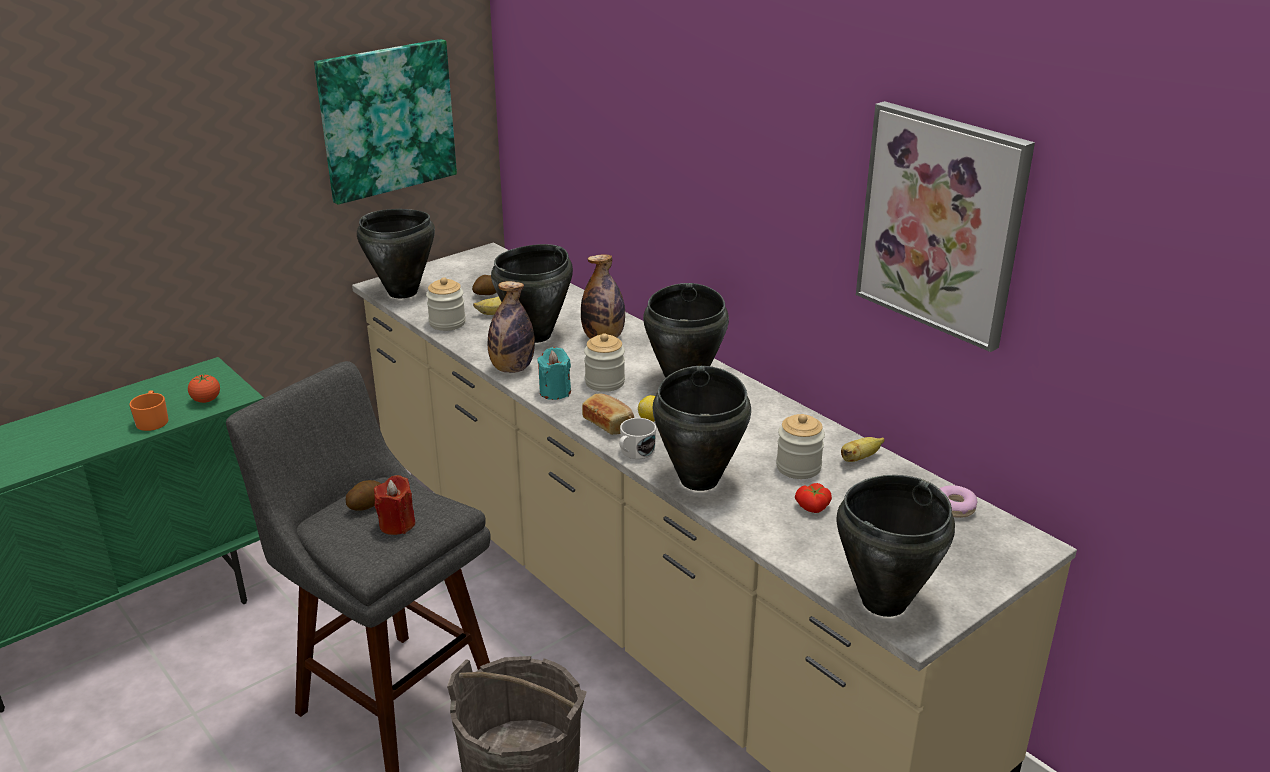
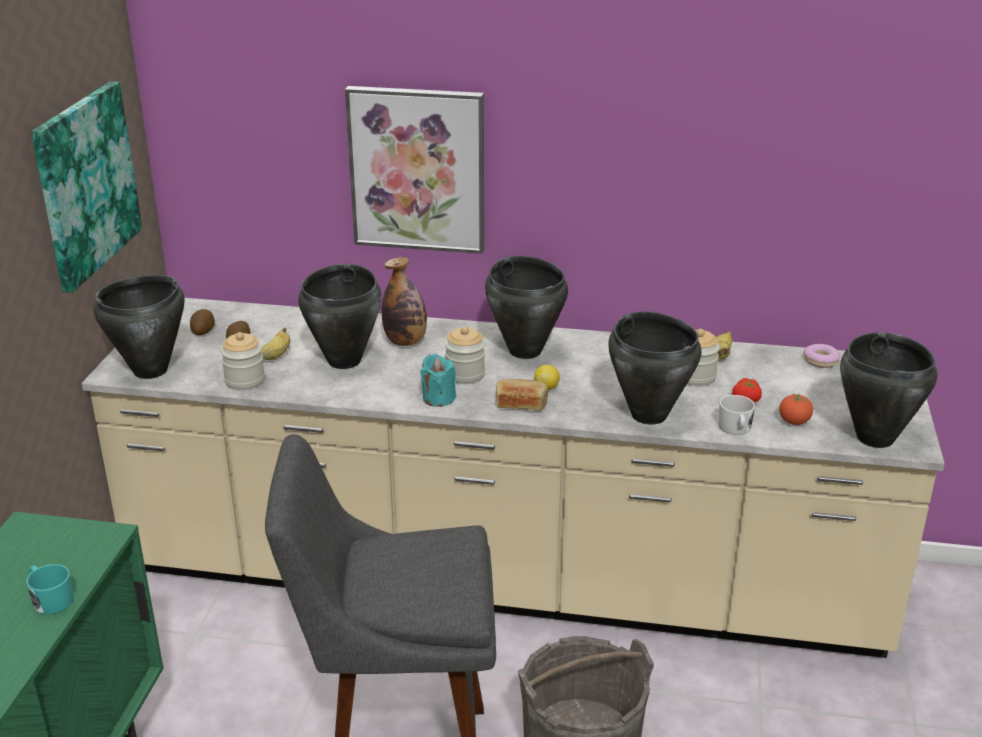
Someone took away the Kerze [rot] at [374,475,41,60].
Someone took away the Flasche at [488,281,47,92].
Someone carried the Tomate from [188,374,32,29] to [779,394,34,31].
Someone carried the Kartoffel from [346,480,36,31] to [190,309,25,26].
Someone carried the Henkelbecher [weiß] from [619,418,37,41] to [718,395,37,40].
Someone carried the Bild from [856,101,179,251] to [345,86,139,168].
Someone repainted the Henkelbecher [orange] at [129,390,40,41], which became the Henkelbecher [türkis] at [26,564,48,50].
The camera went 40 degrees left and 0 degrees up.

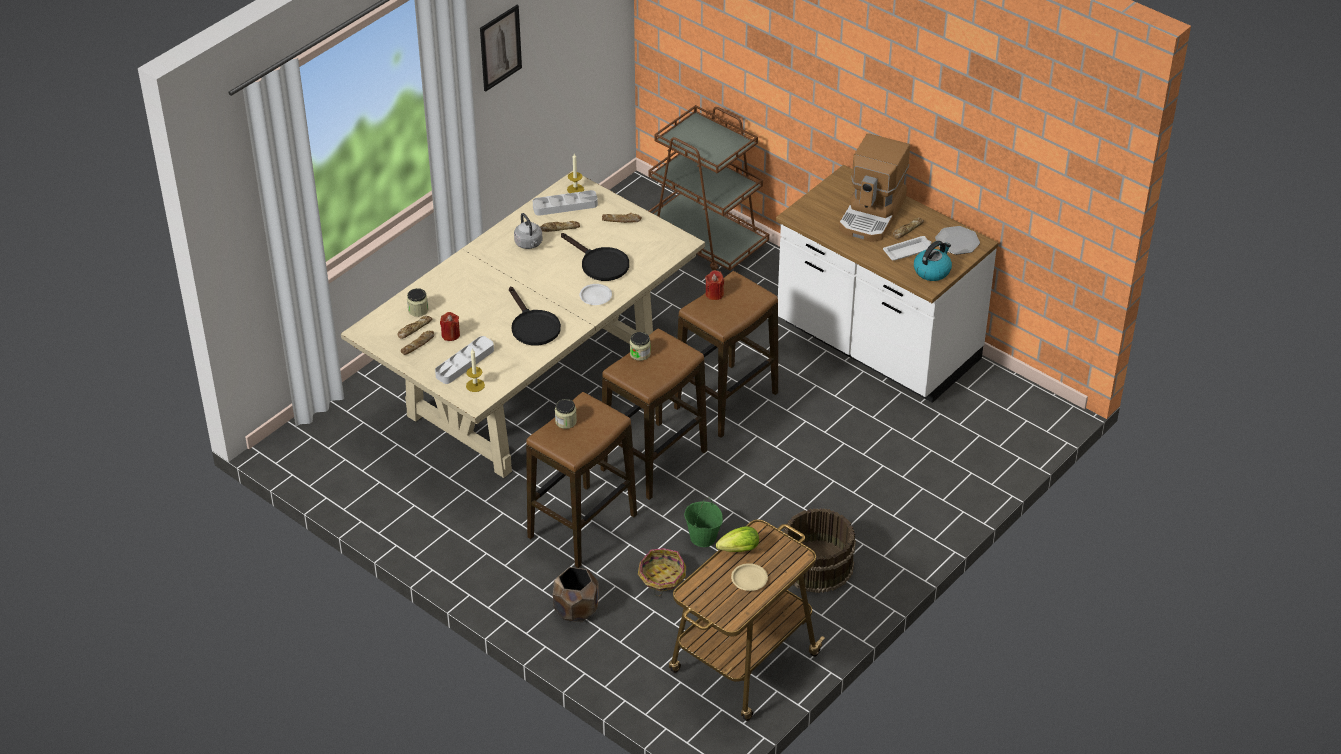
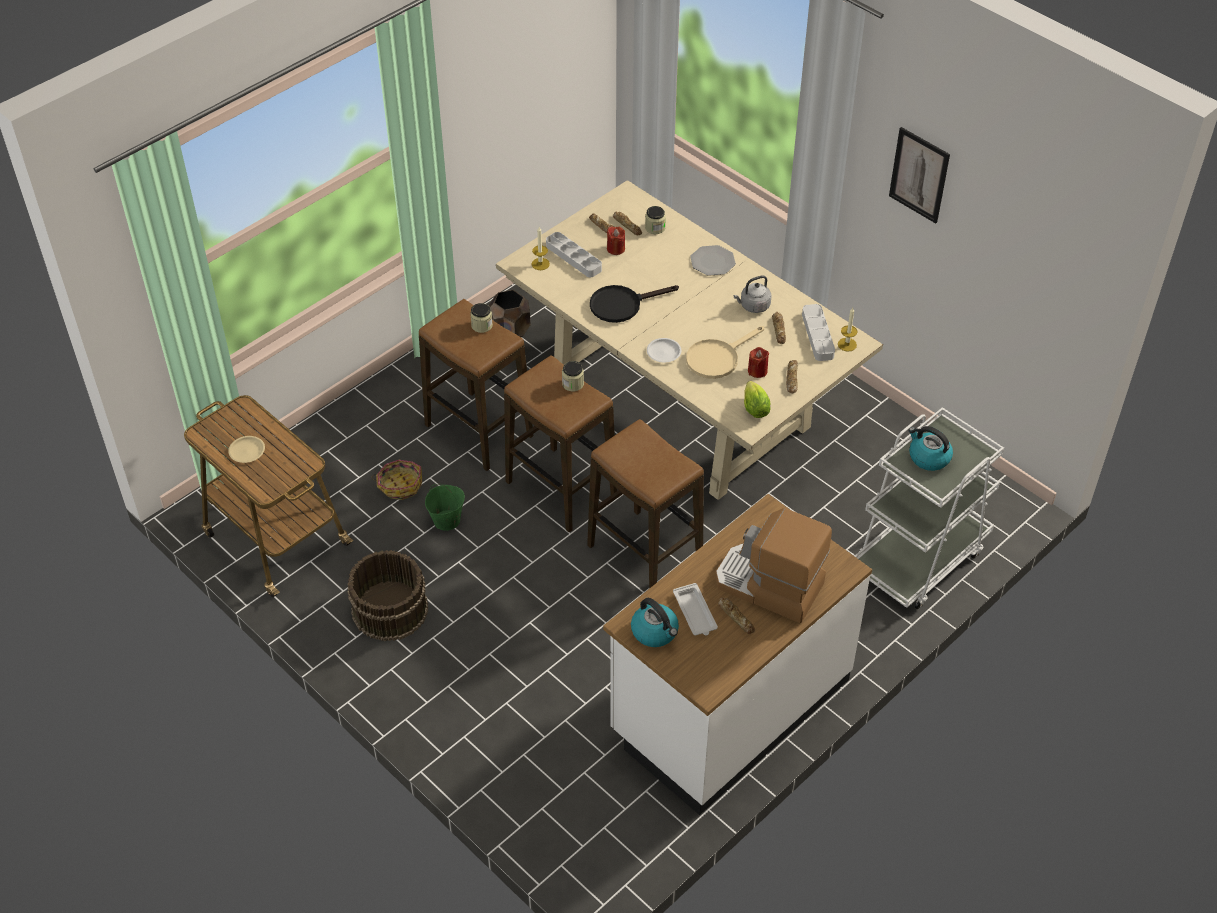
Someone put down the Wasserkessel at [909,426,44,45].
Someone carried the Pflanzkübel [braun] from [553,567,46,55] to [489,290,42,47].
Someone carried the Kerze [rot] from [705,270,19,30] to [748,347,21,31].
Someone carried the Salatkopf from [716,526,43,26] to [744,381,27,37].
Someone carried the Teller from [935,226,45,29] to [690,245,46,31].
Someone repainted the Pfanne [schwarz] at [561,233,68,48], which became the Pfanne [beige] at [686,326,78,53].
Someone repainted the Rollwagen [braun] at [649,105,120,166], which became the Rollwagen [weiß] at [855,407,149,202].
The camera went 95 degrees right and 5 degrees up.

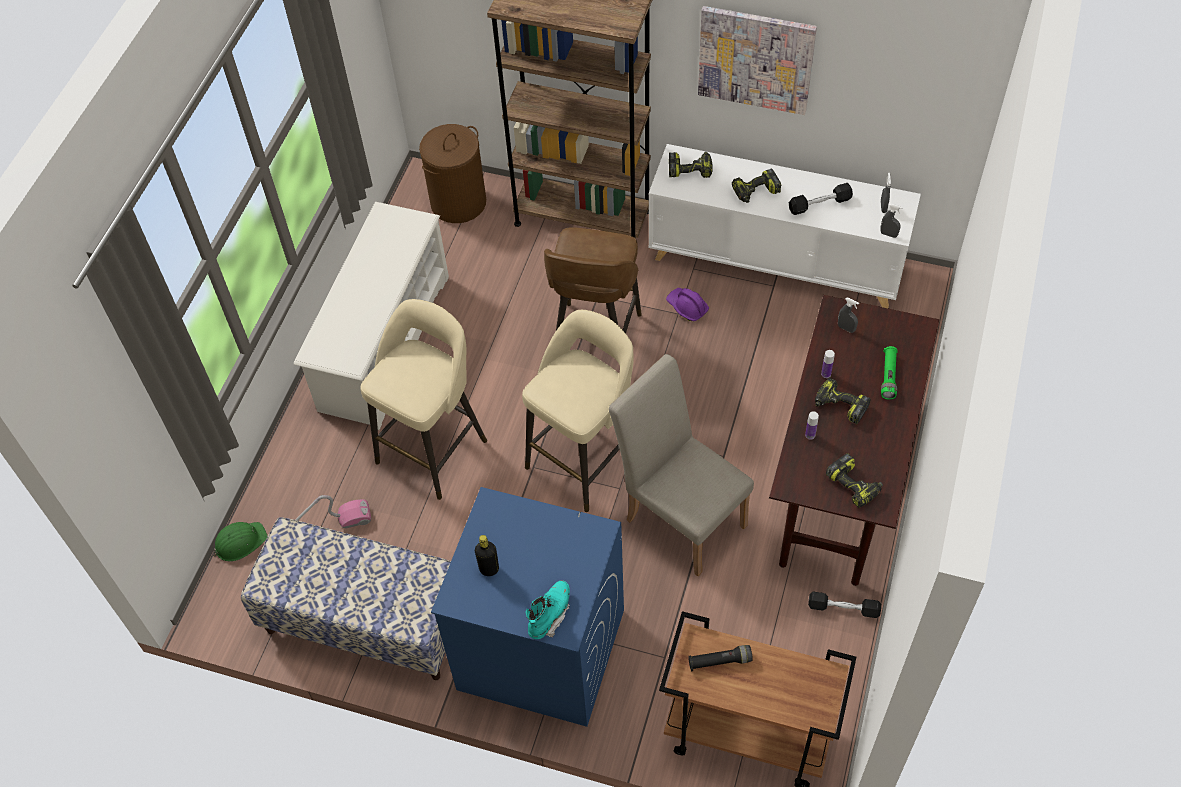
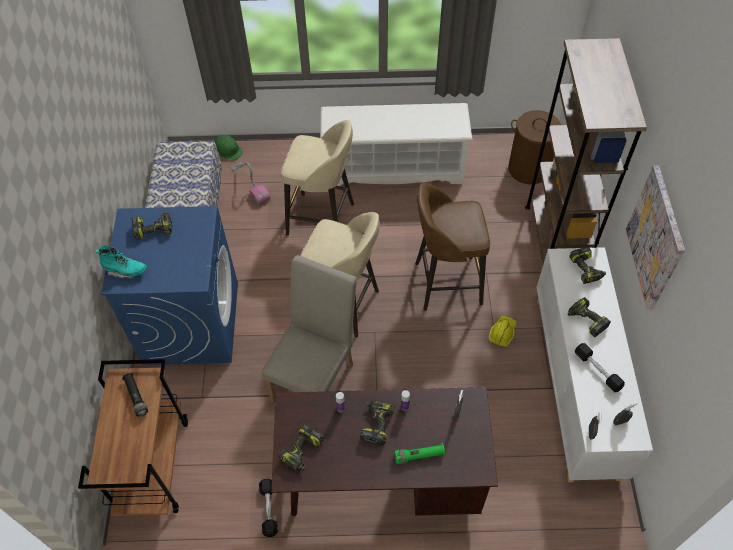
Someone swapped the Flasche [schwarz] at [475,535,24,41] for the Bohrmaschine at [132,211,40,28].
Someone repainted the Schutzhelm [lila] at [666,288,43,33], which became the Schutzhelm [gelb] at [489,316,27,31].
The camera went 70 degrees right and 0 degrees up.

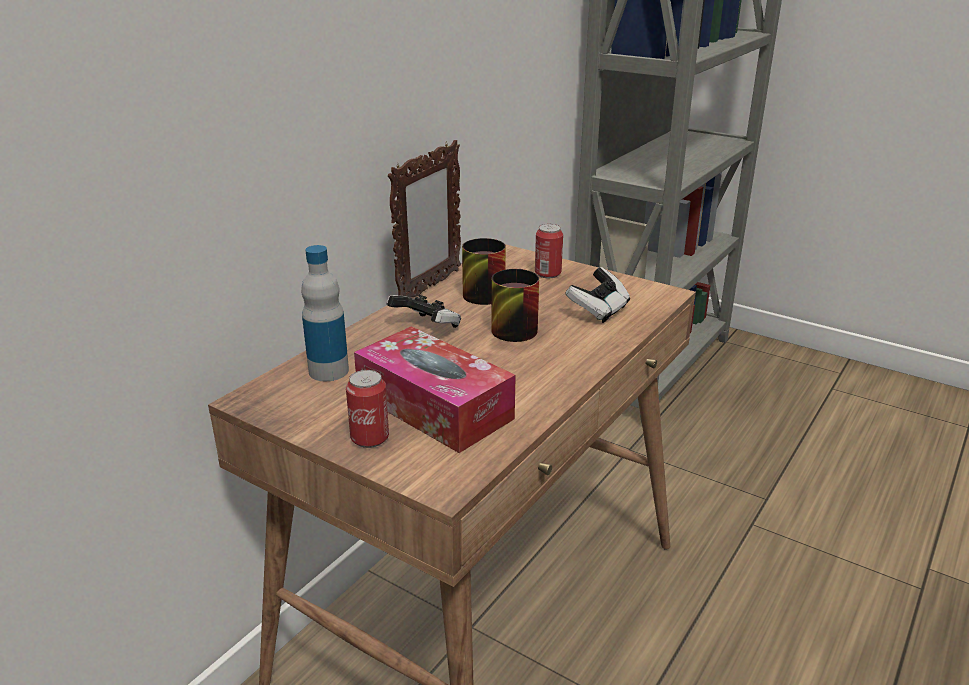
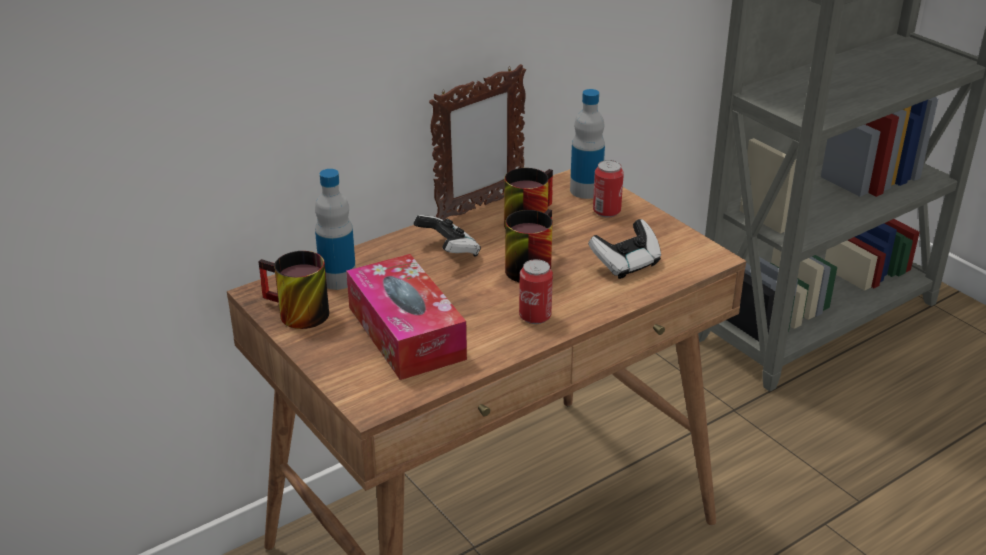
Someone put down the Henkelbecher at [258,251,71,78].
Someone put down the Flasche at [570,89,35,110].
Someone carried the Dose from [346,370,43,78] to [519,259,34,65].
The camera went 20 degrees right and 5 degrees up.

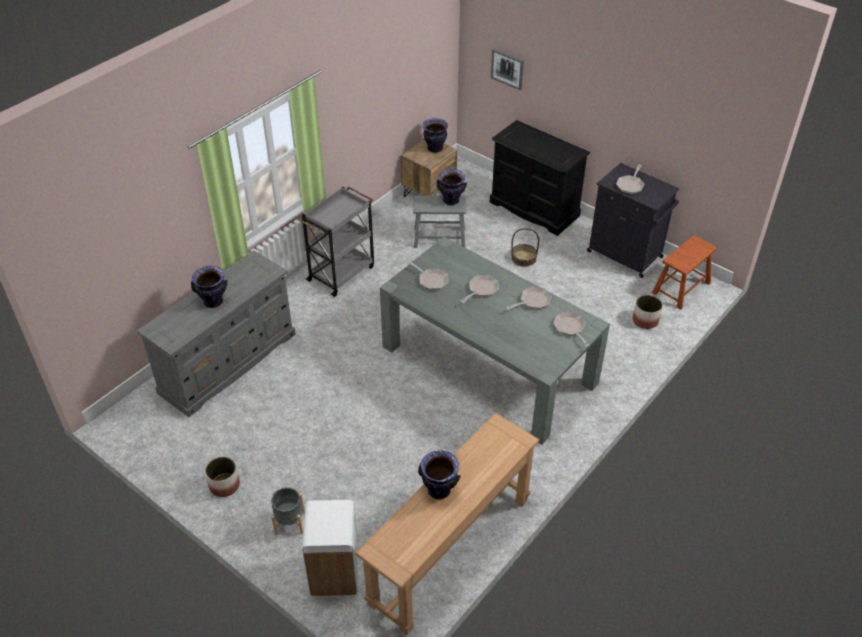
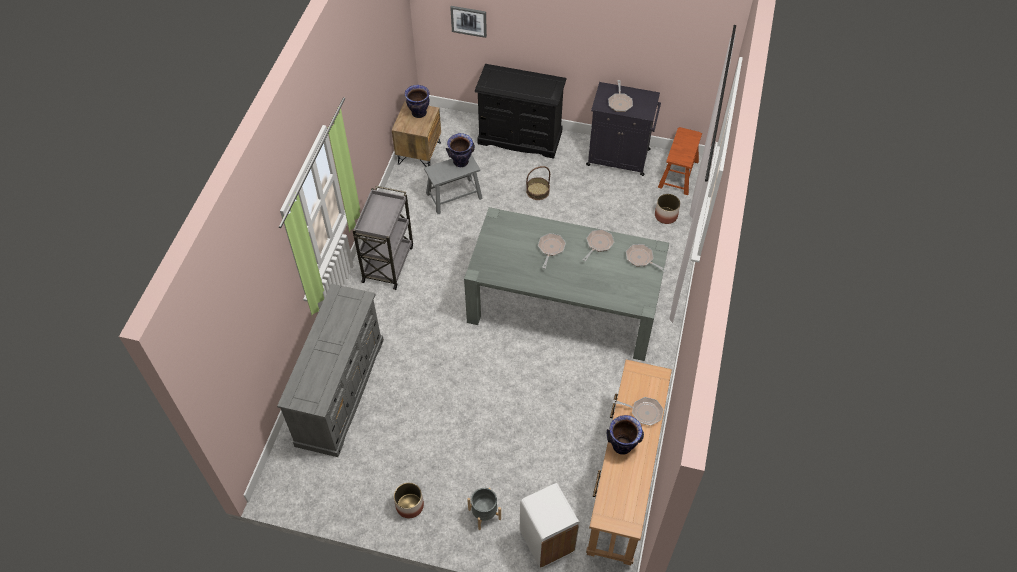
Someone took away the Vase at [191,266,37,42].
Someone carried the Pfanne from [407,261,42,29] to [612,397,52,29].
The camera went 25 degrees left and 10 degrees up.

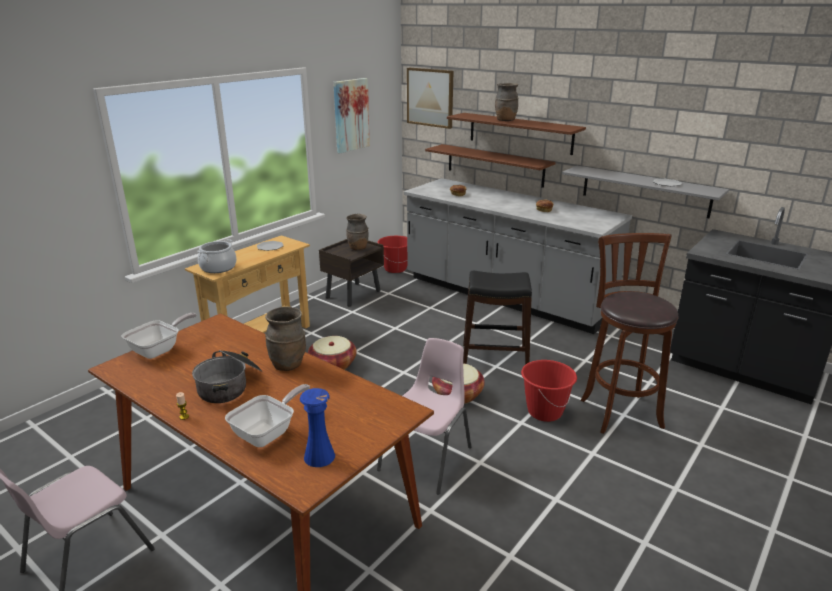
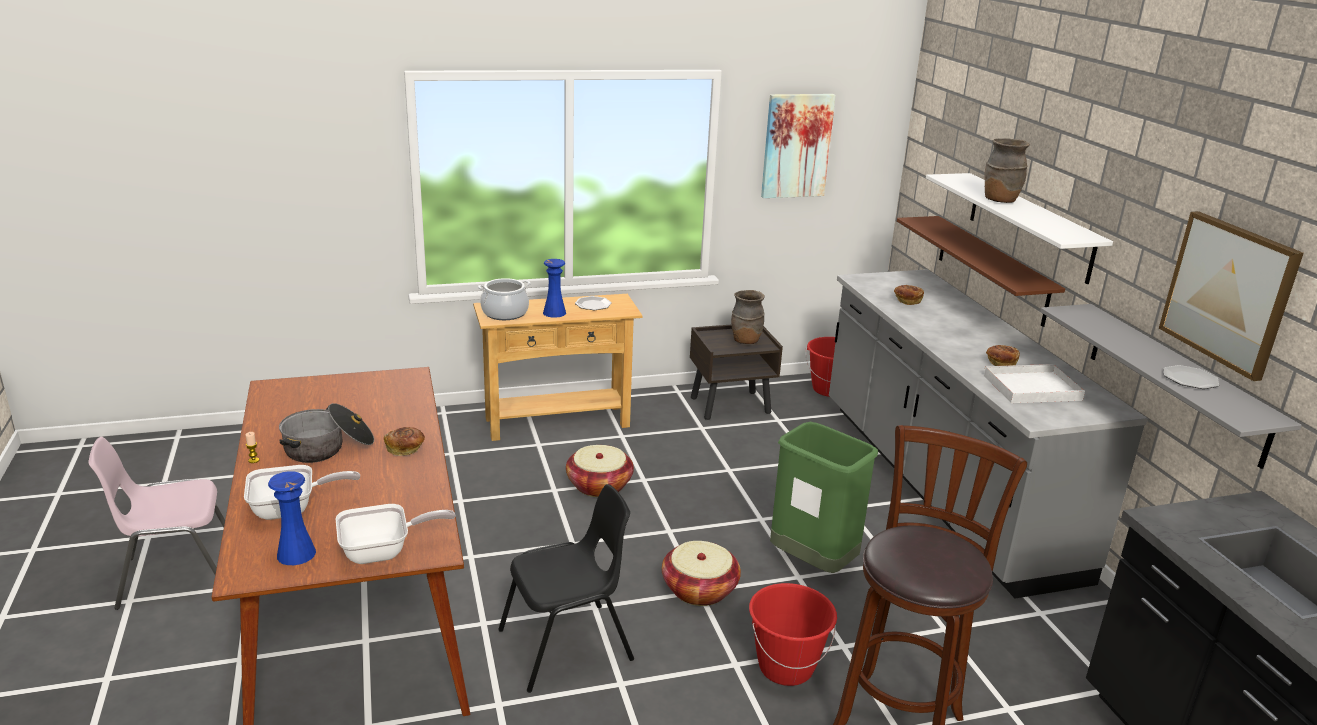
Someone put down the Vase [blau] at [543,259,23,59].
Someone put down the Tablett [weiß] at [984,364,101,39].
Someone carried the Pfanne from [122,313,75,46] to [336,504,120,60].
Someone carried the Bild from [407,68,46,61] to [1159,211,145,170].
Someone swapped the Vase [braun] at [265,306,41,65] for the Brot at [384,427,41,29].
Someone swapped the Hocker [schwarz] at [463,270,69,95] for the Mülleimer [grün] at [770,422,108,151].
Someone repainted the Stuhl [rosa] at [377,338,95,157], which became the Stuhl [schwarz] at [498,484,136,209].
Someone repainted the Wandregal [braun] at [447,113,139,42], which became the Wandregal [weiß] at [926,173,187,111].
The camera went 35 degrees right and 0 degrees up.

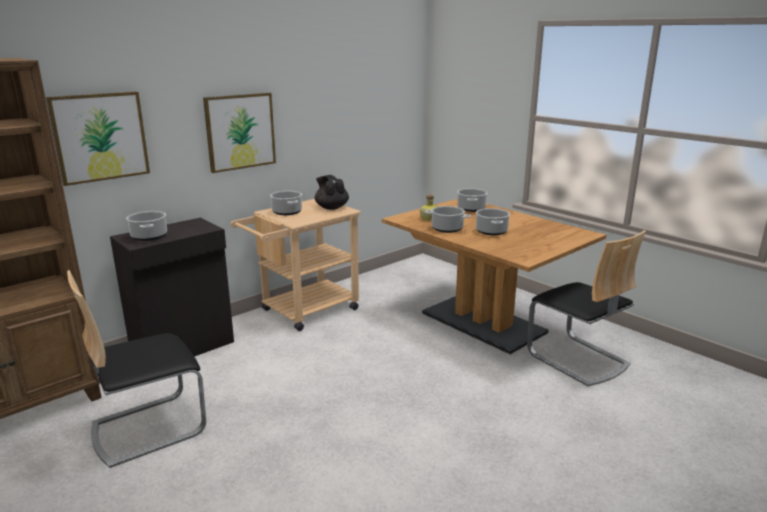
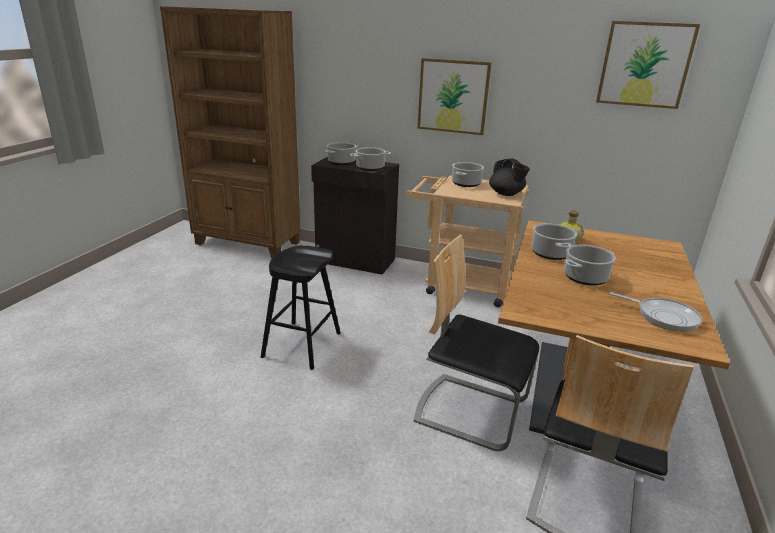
Someone put down the Hocker [schwarz] at [261,245,80,125].
Someone put down the Pfanne at [609,292,94,40].
Someone carried the Bild from [46,91,104,95] to [596,21,104,88].
Someone carried the Stuhl from [67,270,139,198] to [414,235,125,216].
Someone carried the Kochtopf from [457,188,30,24] to [350,147,41,24].
Someone rotated the Teekanne [schwarz] at [315,175,34,35] by 120 degrees clockwise.
The camera went 60 degrees right and 5 degrees up.

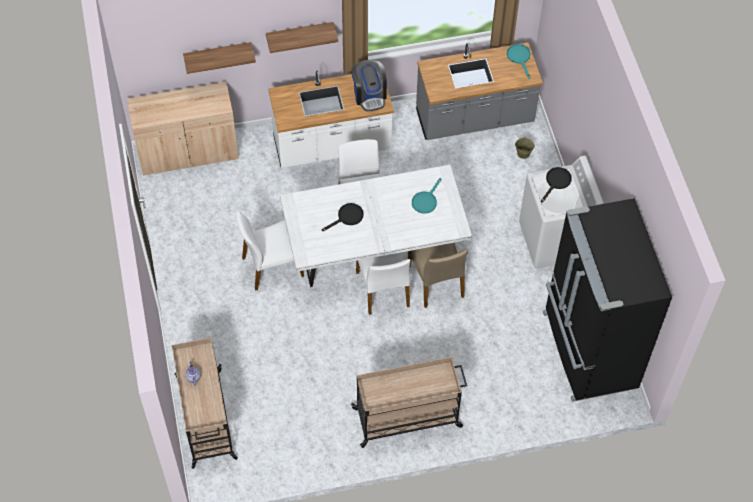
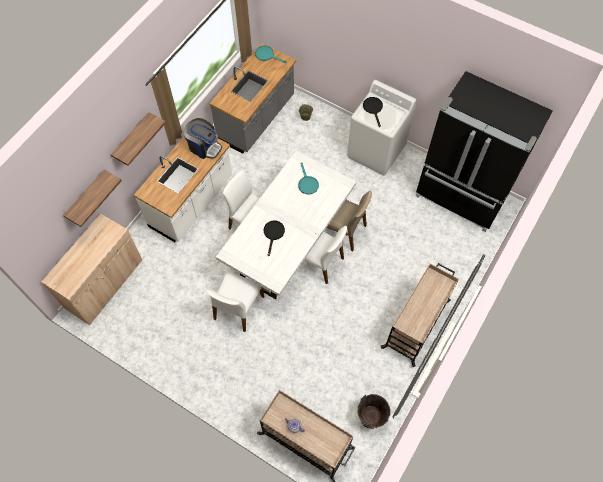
Someone put down the Eimer [braun] at [357,394,34,35].
The camera went 45 degrees left and 5 degrees up.

